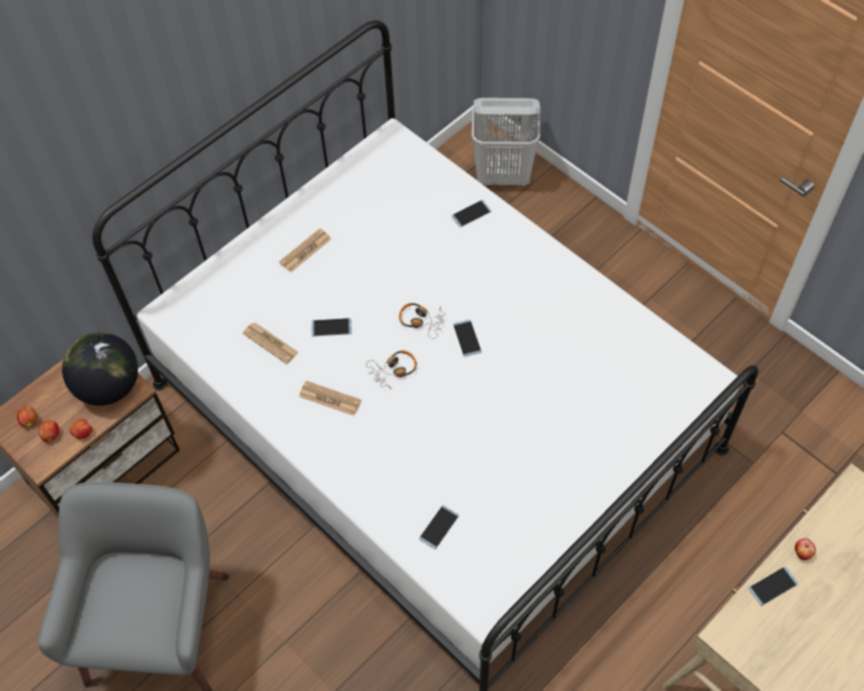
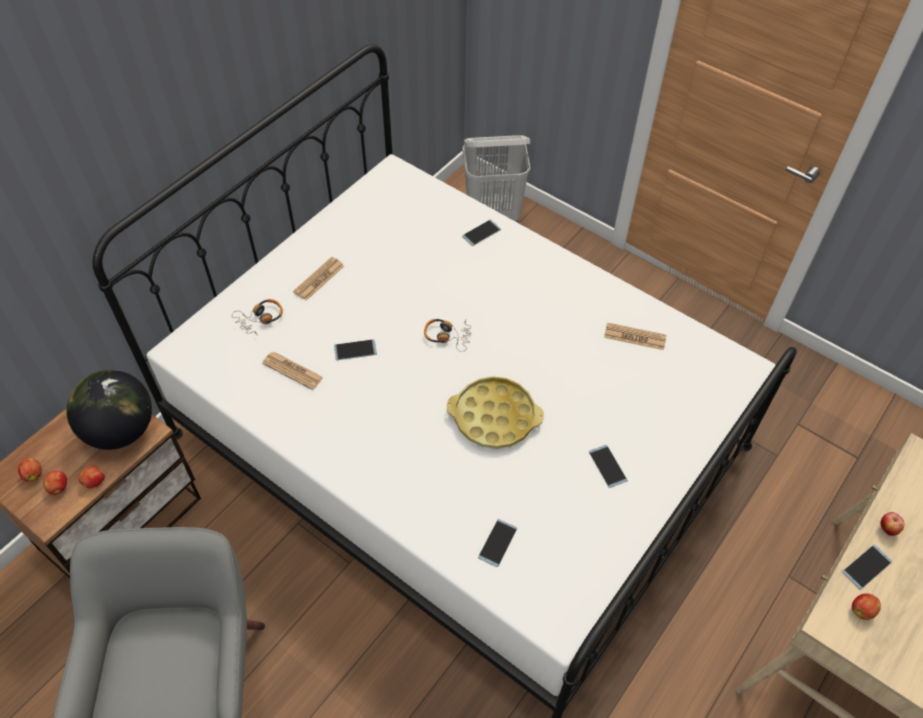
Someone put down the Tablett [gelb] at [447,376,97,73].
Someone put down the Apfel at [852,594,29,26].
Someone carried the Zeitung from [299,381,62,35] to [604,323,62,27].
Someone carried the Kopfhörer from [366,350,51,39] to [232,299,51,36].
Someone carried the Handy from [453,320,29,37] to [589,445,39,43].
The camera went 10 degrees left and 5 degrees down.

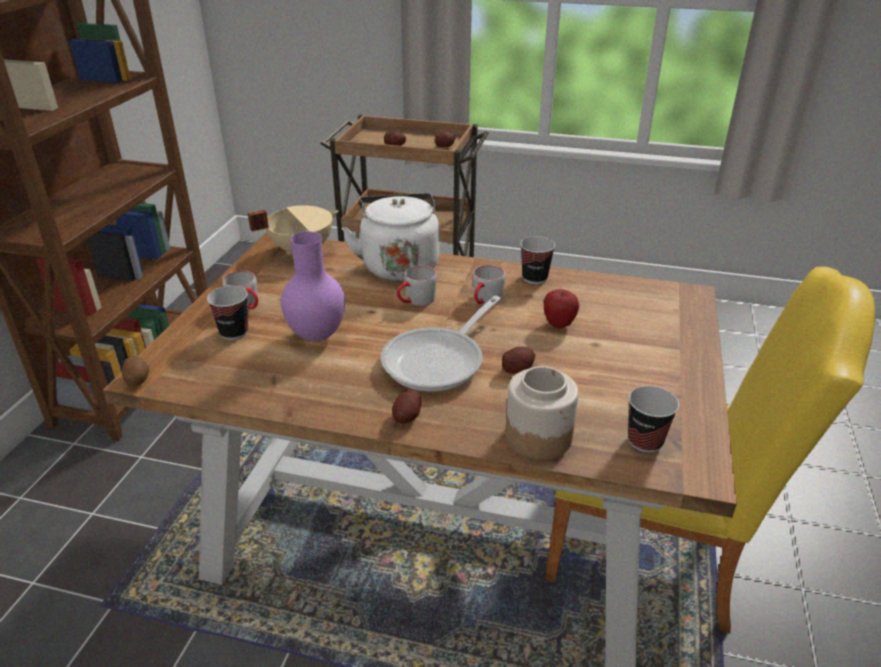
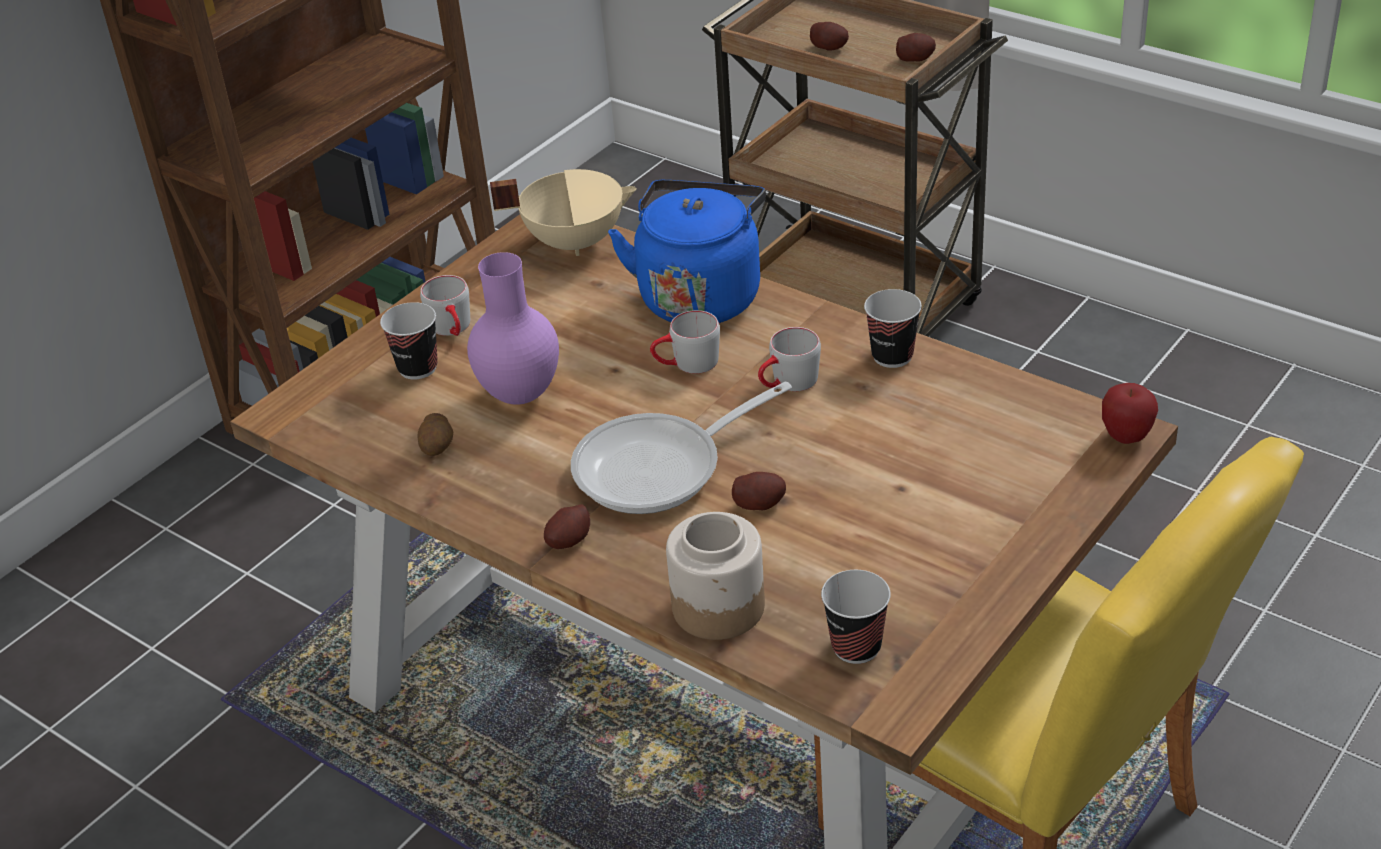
Someone carried the Kartoffel from [122,356,27,30] to [418,413,35,43].
Someone carried the Apfel from [544,289,35,40] to [1102,383,56,61].
Someone repainted the Wasserkessel [weiß] at [342,193,97,88], which became the Wasserkessel [blau] at [608,180,158,143].
The camera went 25 degrees right and 5 degrees up.

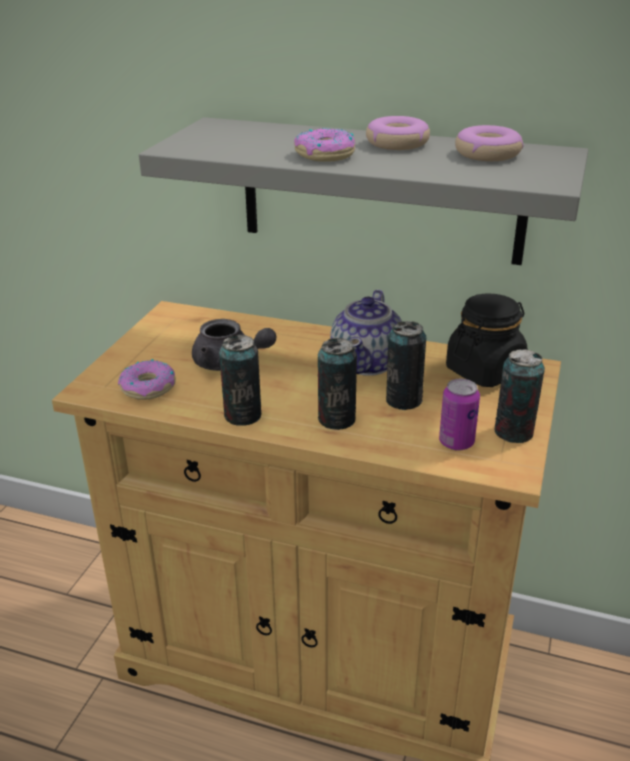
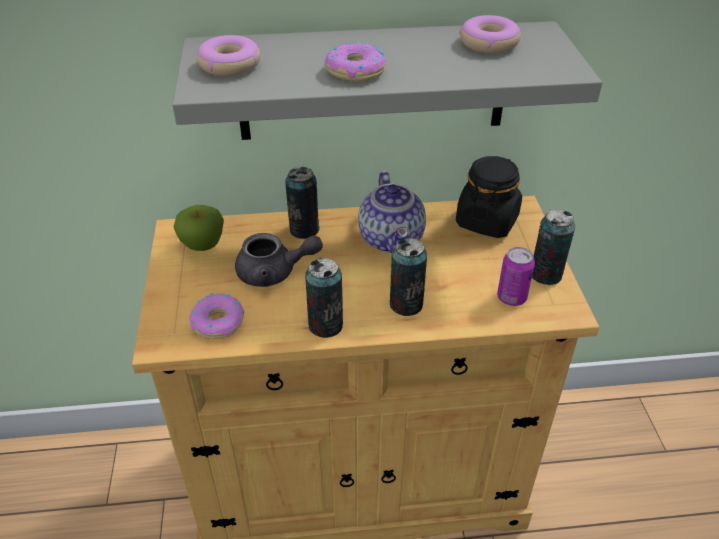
Someone put down the Apfel at [174,205,50,46].
Someone carried the Donut from [366,116,64,34] to [197,35,63,41].
Someone carried the Dose from [386,321,40,89] to [285,167,35,72].
The camera went 25 degrees left and 10 degrees up.

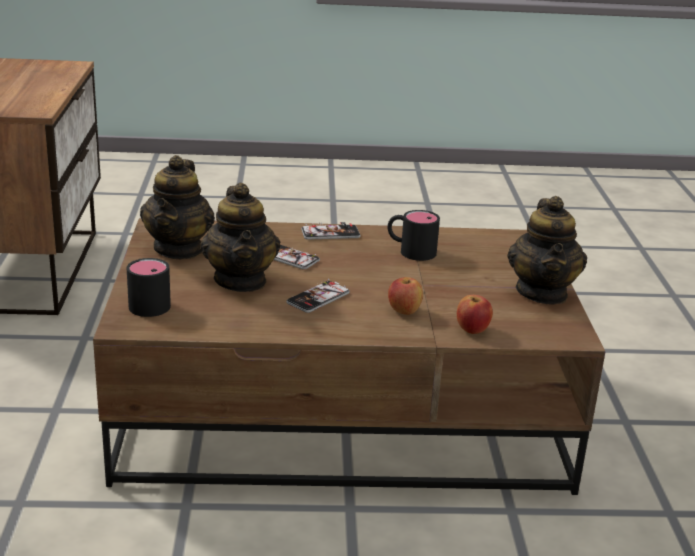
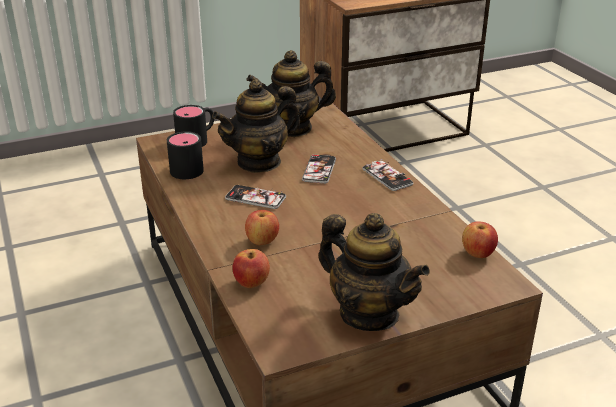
Someone put down the Apfel at [462,221,36,37].
Someone carried the Henkelbecher [schwarz] from [387,210,53,51] to [167,131,37,48].
Someone rotated the Teekanne at [507,196,80,109] by 120 degrees counterclockwise.
The camera went 70 degrees right and 5 degrees up.

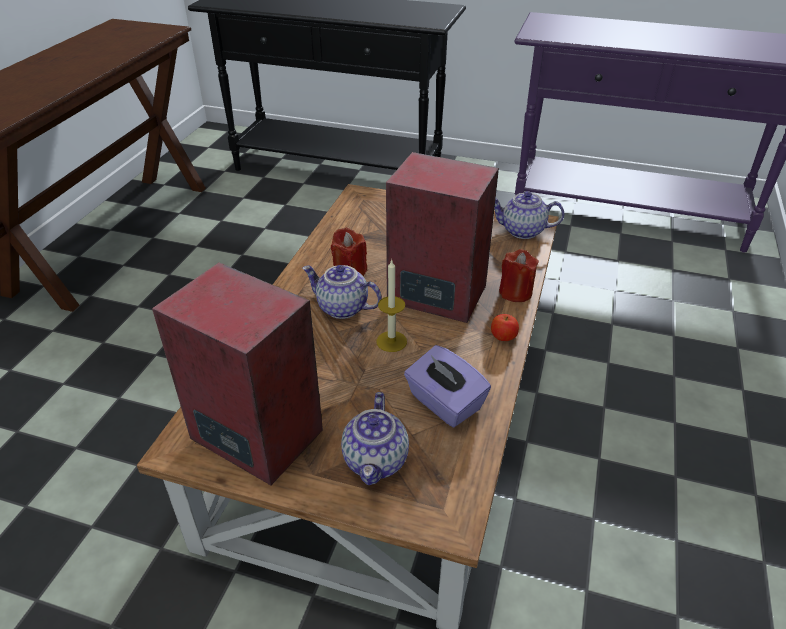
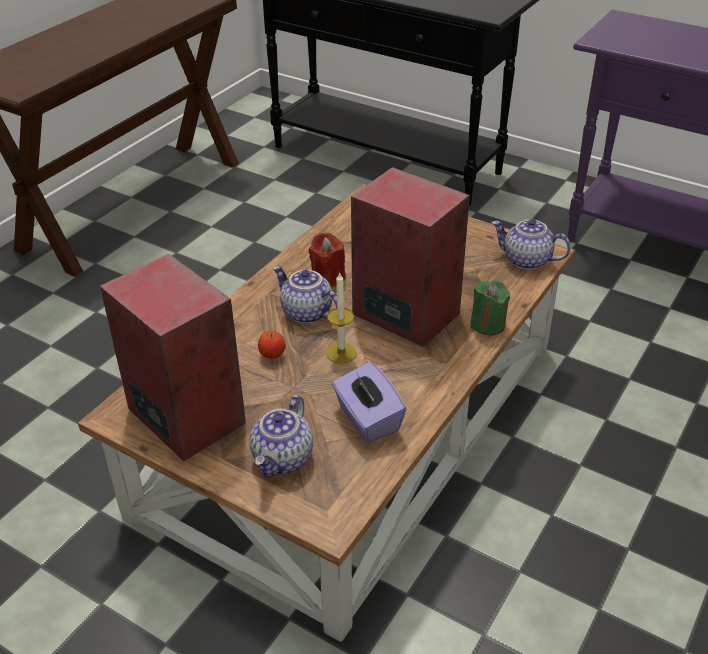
Someone carried the Apfel from [491,314,28,27] to [258,331,28,28].
Someone repainted the Kerze [rot] at [499,249,40,53], which became the Kerze [grün] at [470,280,40,55].
The camera went 15 degrees right and 0 degrees up.

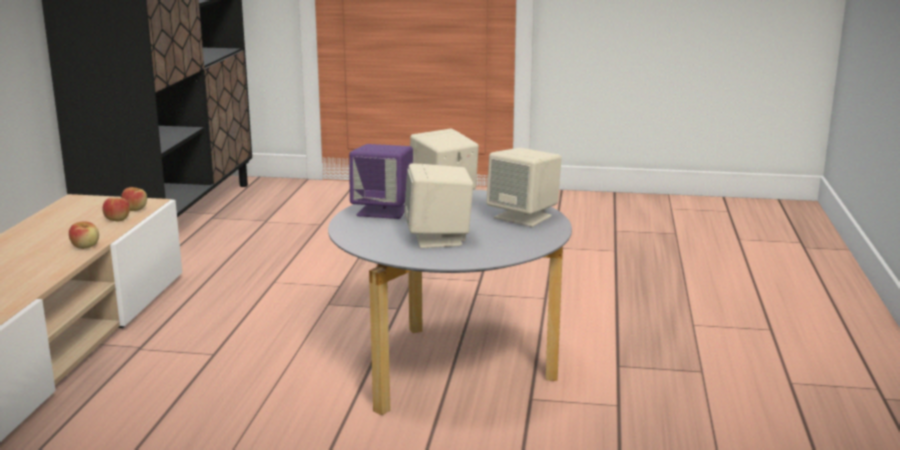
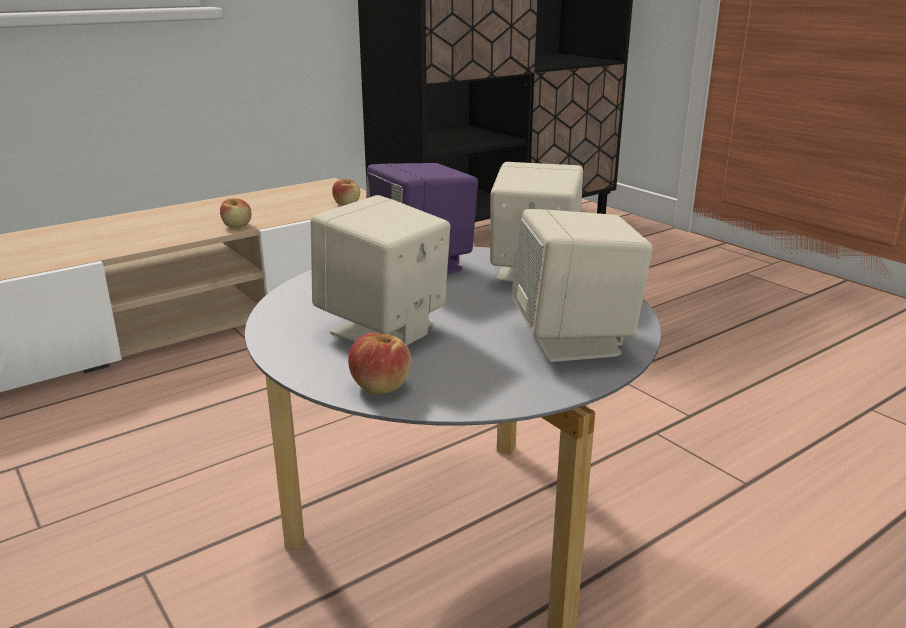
Someone carried the Apfel from [102,198,28,23] to [348,333,63,62].
The camera went 45 degrees right and 5 degrees up.

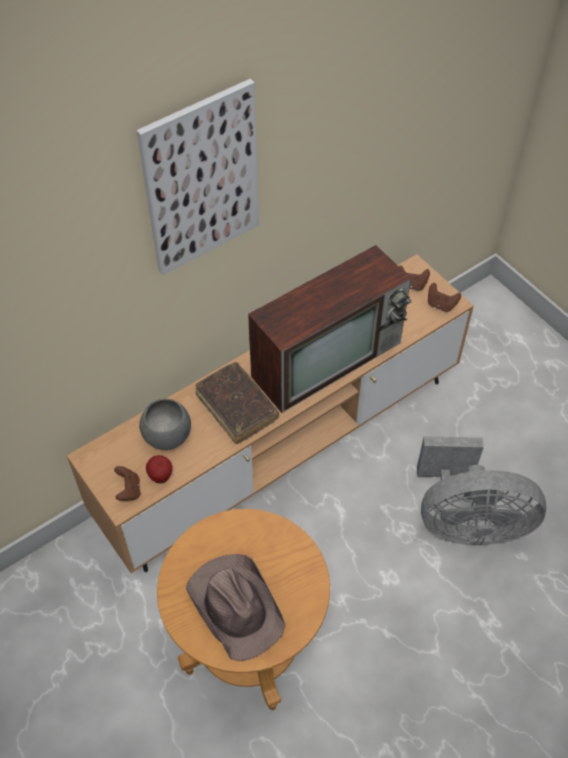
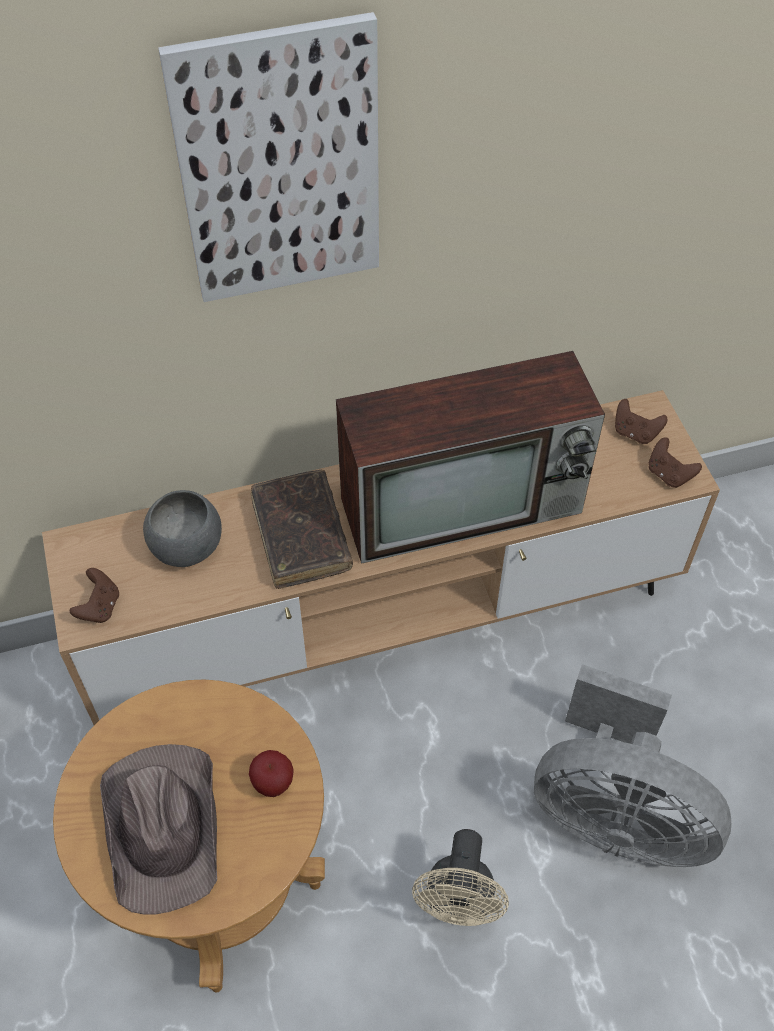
Someone put down the Ventilator [beige] at [412,829,97,97].
Someone carried the Apfel from [146,455,26,29] to [249,750,45,47].
The camera went 20 degrees right and 0 degrees up.

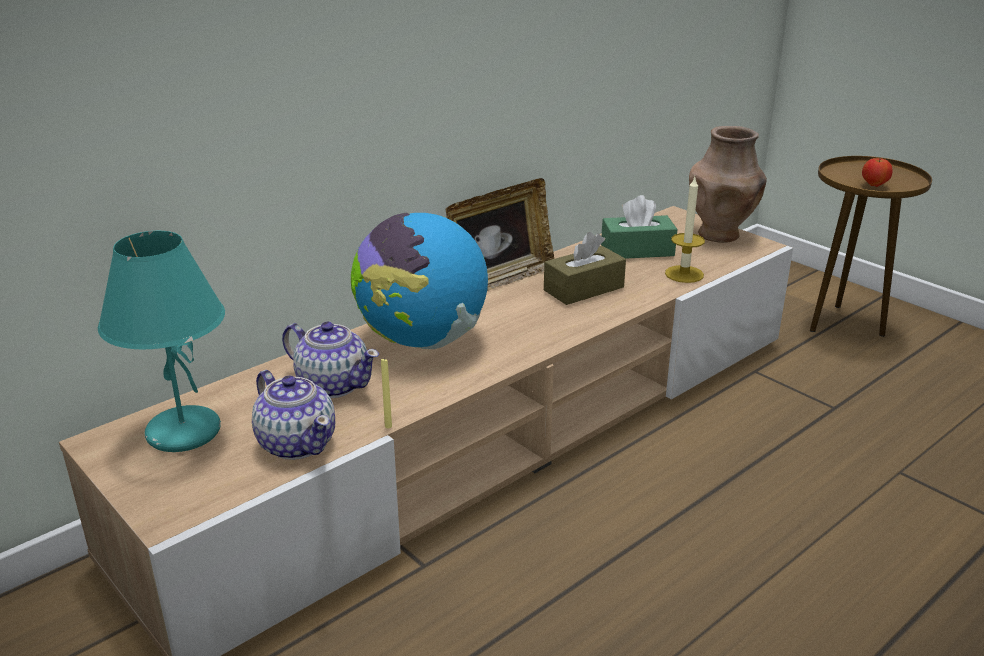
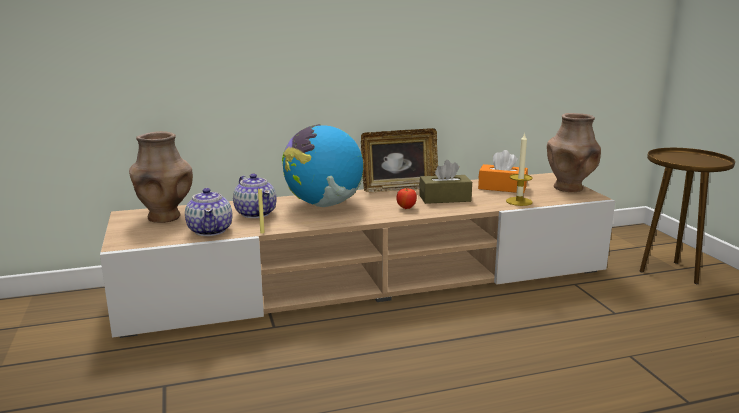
Someone carried the Apfel from [862,158,31,29] to [396,188,21,21].
Someone swapped the Tischlampe [türkis] at [98,231,127,221] for the Vase [braun] at [129,131,64,92].
Someone repainted the Taschentuchbox [grün] at [601,195,76,64], which became the Taschentuchbox [orange] at [478,150,50,43].
The camera went 25 degrees right and 10 degrees down.

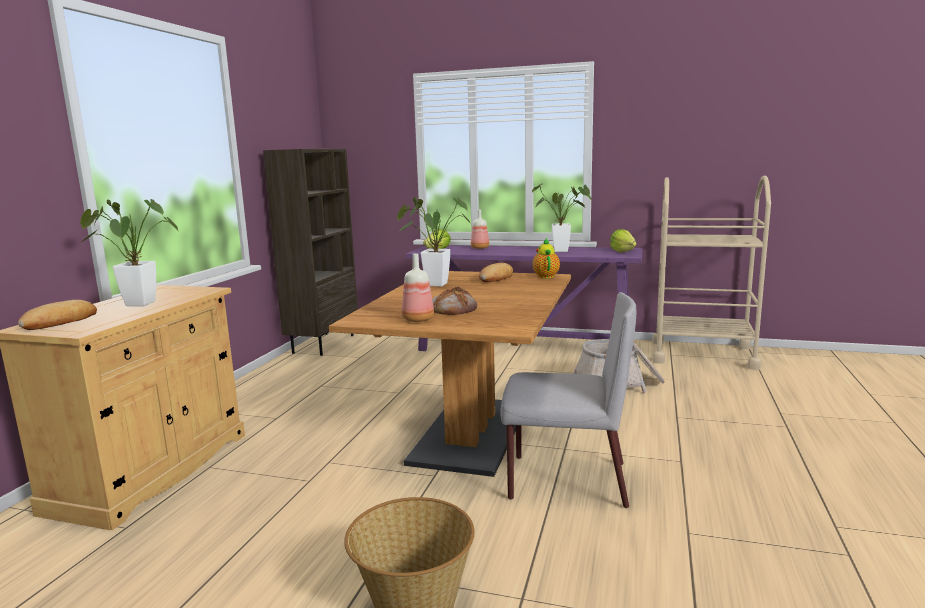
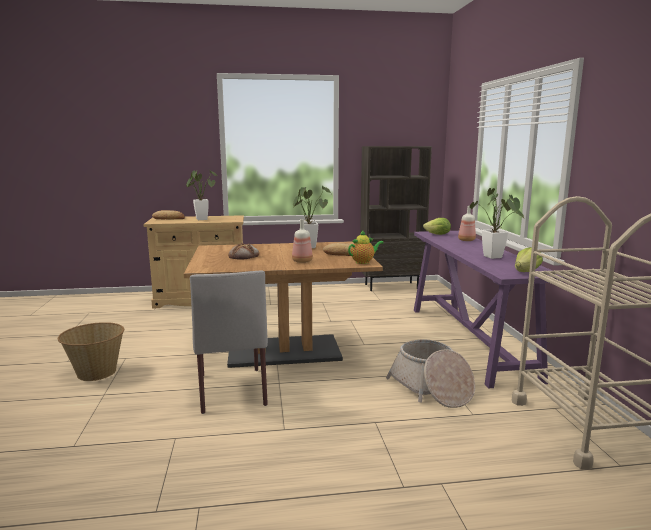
Someone carried the Flasche from [401,253,33,69] to [292,219,21,44].
The camera went 65 degrees right and 0 degrees up.

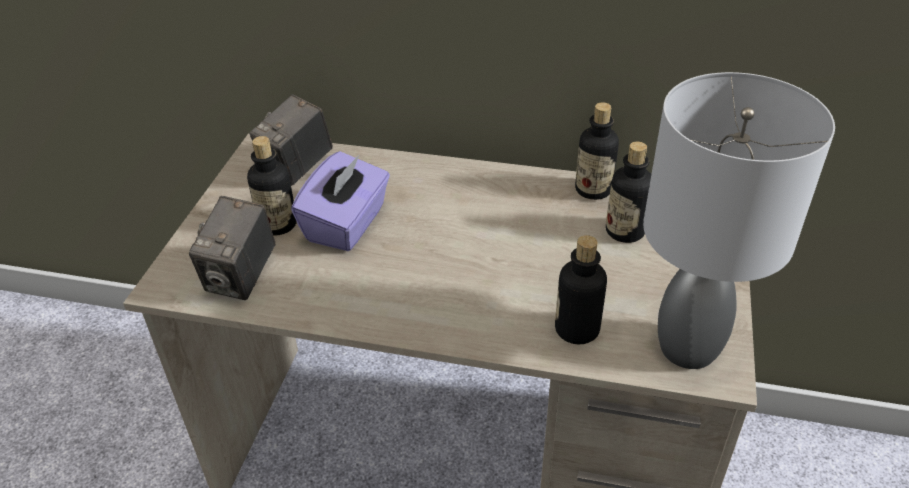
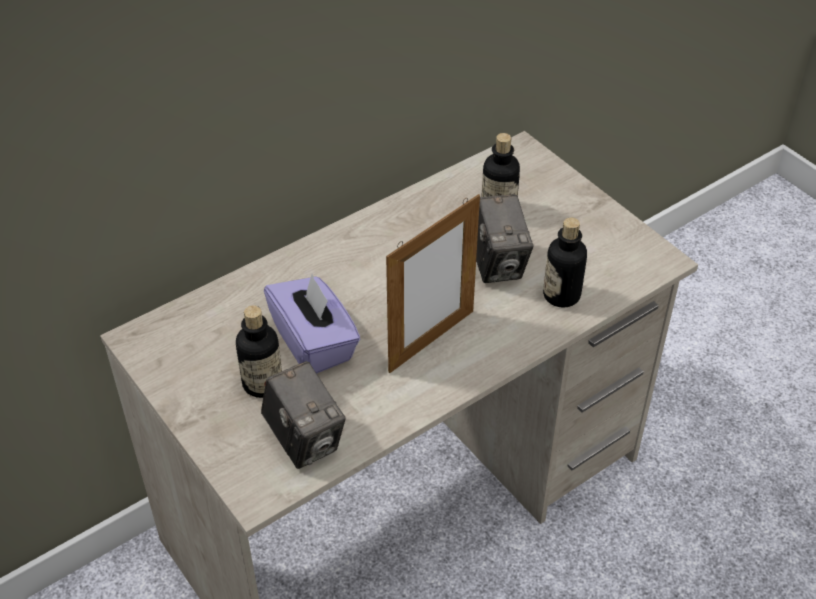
Someone took away the Flasche at [575,102,44,98].
Someone took away the Tischlampe [grau] at [643,72,192,297].
Someone put down the Bilderrahmen at [386,194,94,179].
Someone carried the Kamera from [250,94,83,92] to [476,194,58,89].
The camera went 50 degrees left and 5 degrees up.

